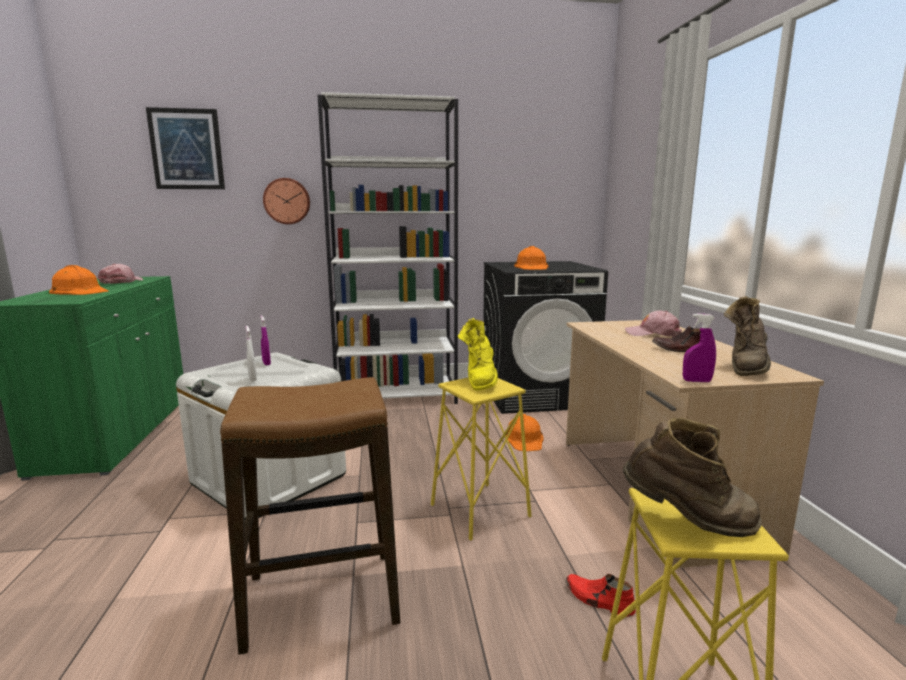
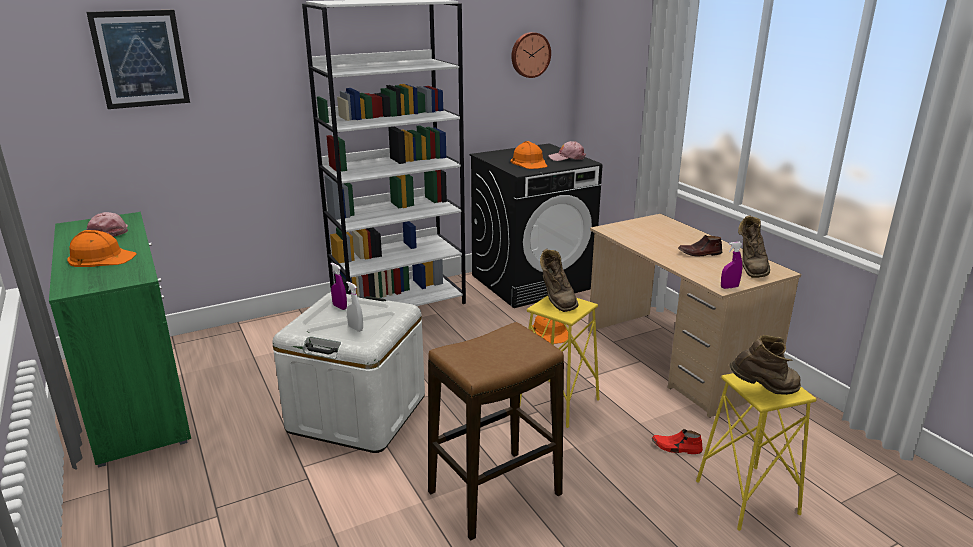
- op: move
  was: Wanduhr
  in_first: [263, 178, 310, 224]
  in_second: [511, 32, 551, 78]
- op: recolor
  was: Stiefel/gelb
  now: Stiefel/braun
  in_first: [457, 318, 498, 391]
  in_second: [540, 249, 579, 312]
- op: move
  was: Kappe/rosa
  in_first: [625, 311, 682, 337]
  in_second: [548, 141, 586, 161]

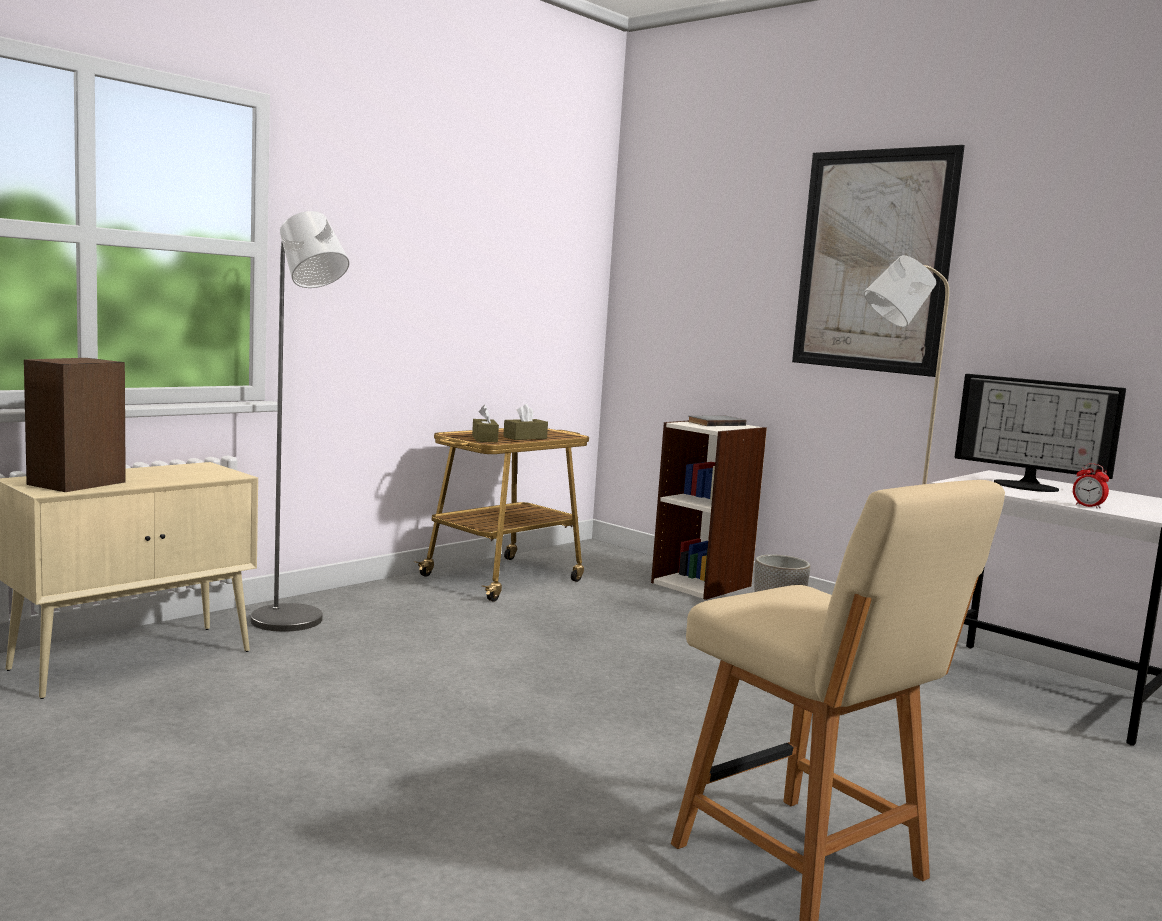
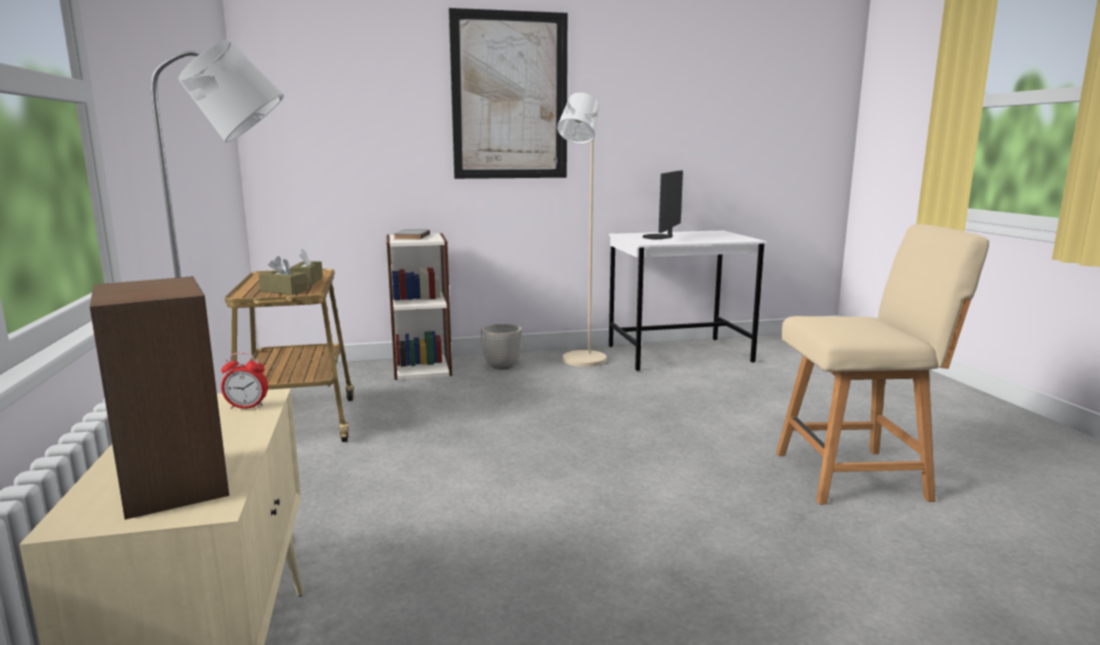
- op: move
  was: Wecker
  in_first: [1073, 463, 1109, 509]
  in_second: [221, 352, 268, 409]
- op: rotate
  was: Monitor
  in_first: [955, 374, 1126, 492]
  in_second: [643, 171, 683, 239]
  clockwise: 135

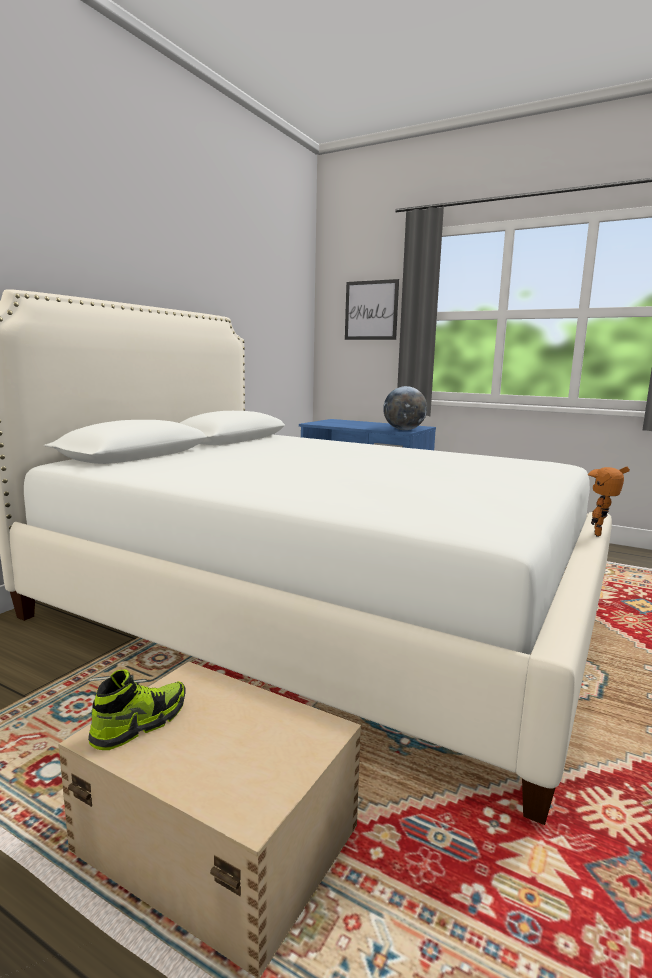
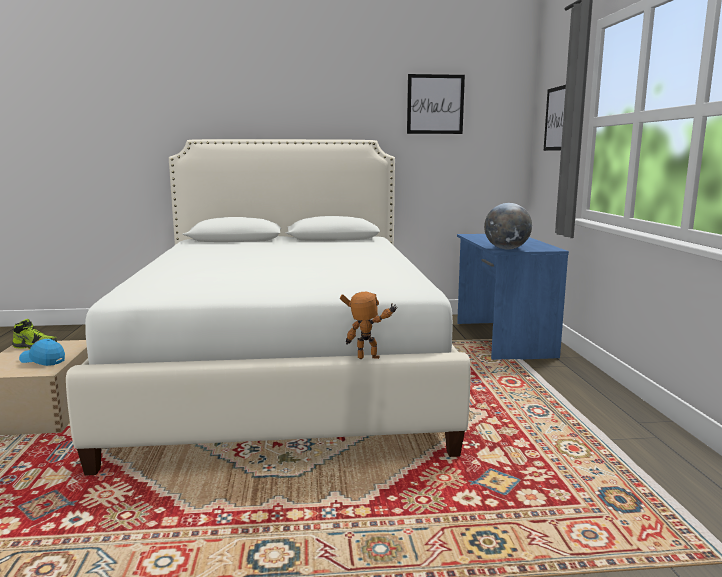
- op: insert
  now: Kappe/blau
  in_second: [19, 339, 65, 366]
- op: insert
  now: Bild
  in_second: [407, 74, 465, 134]

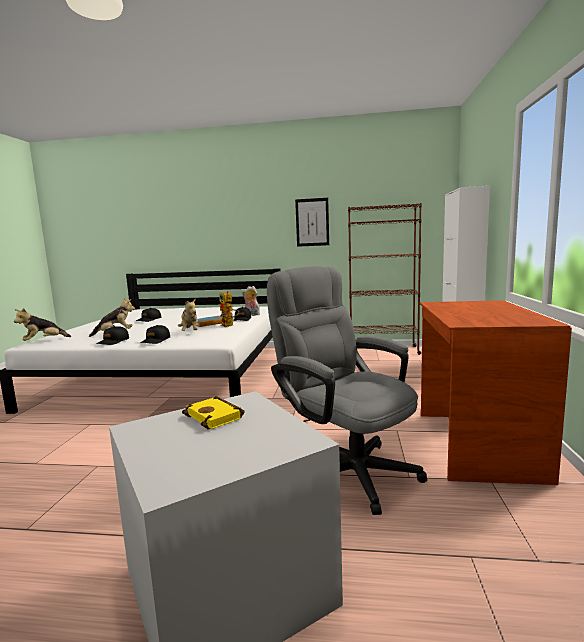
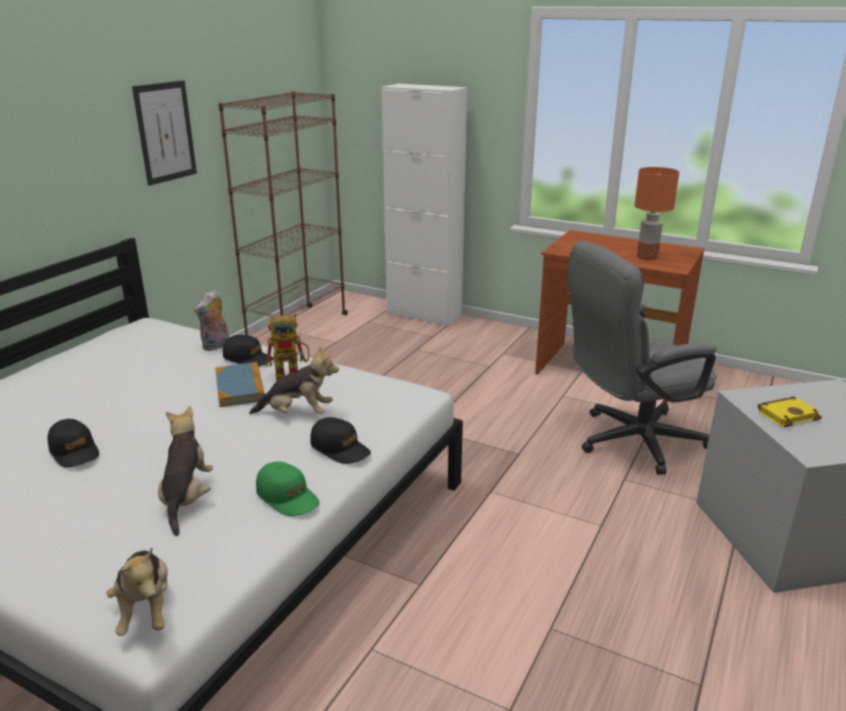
- op: recolor
  was: Kappe/schwarz
  now: Kappe/grün
  in_first: [96, 326, 129, 345]
  in_second: [256, 461, 320, 516]
- op: insert
  now: Tischlampe/orange
  in_second: [635, 167, 679, 260]

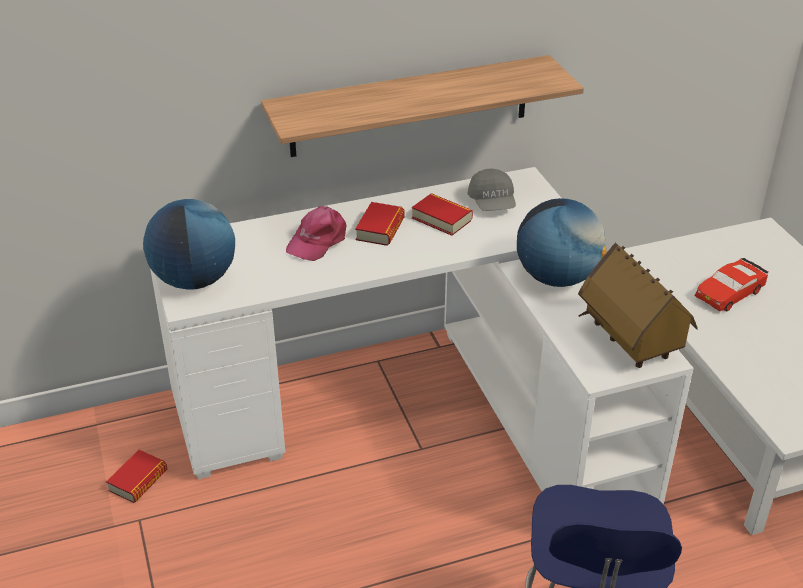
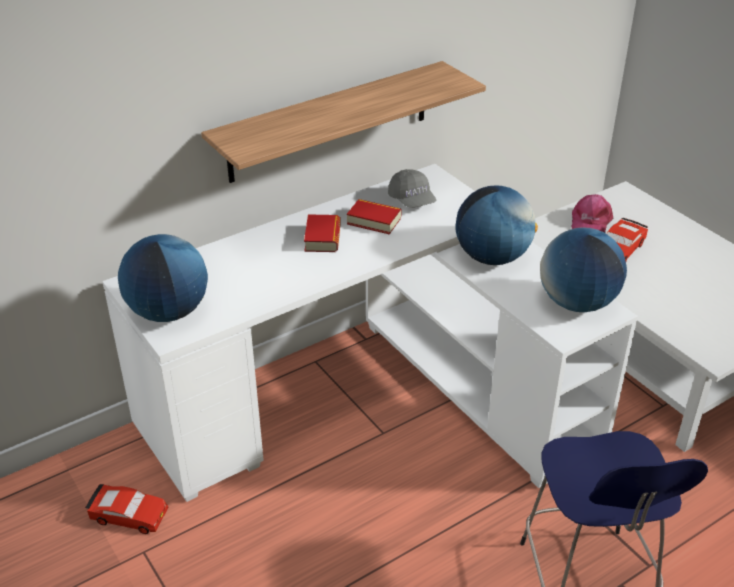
- op: replace
  was: Buch
  now: Spielzeugauto/rot
  in_first: [106, 450, 167, 503]
  in_second: [85, 484, 169, 534]
- op: replace
  was: Spielzeughaus
  now: Globus
  in_first: [578, 242, 698, 368]
  in_second: [540, 227, 627, 312]
- op: move
  was: Kappe/rosa
  in_first: [286, 206, 346, 261]
  in_second: [572, 194, 613, 233]

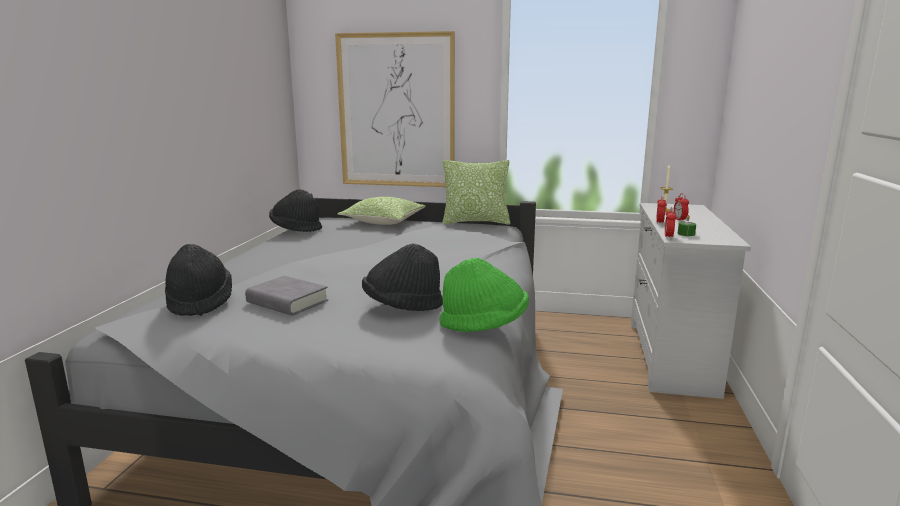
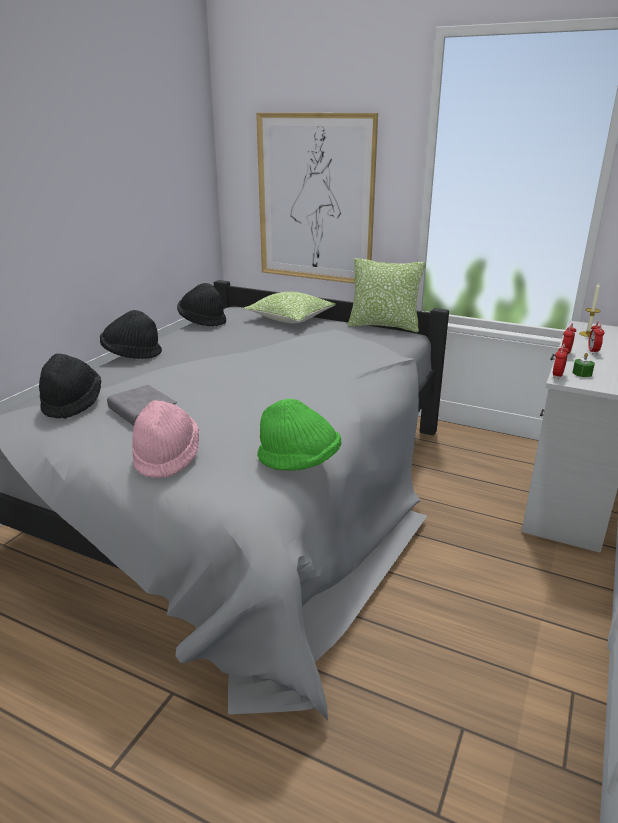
- op: move
  was: Hut/schwarz
  in_first: [362, 244, 443, 311]
  in_second: [100, 310, 162, 359]
- op: insert
  now: Hut/rosa
  in_second: [132, 400, 199, 478]

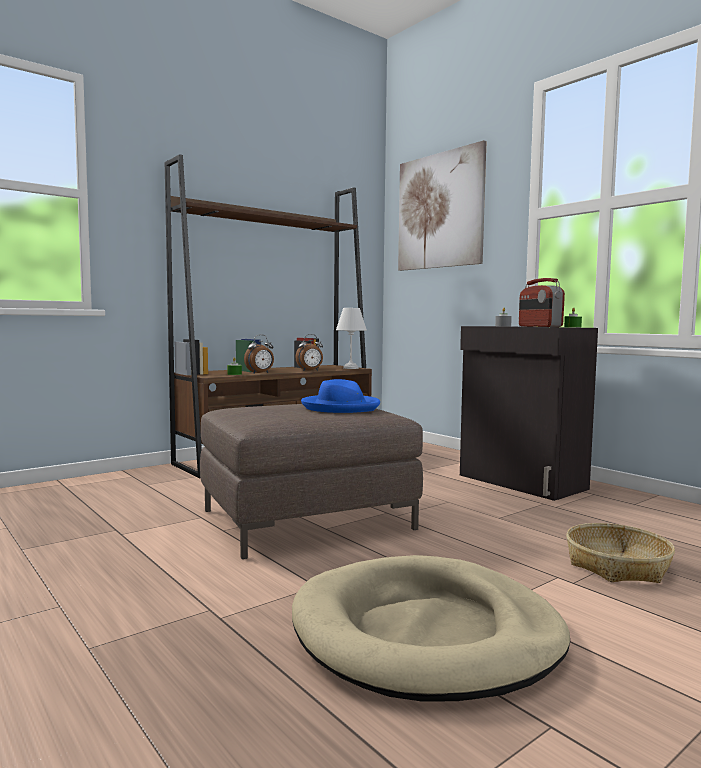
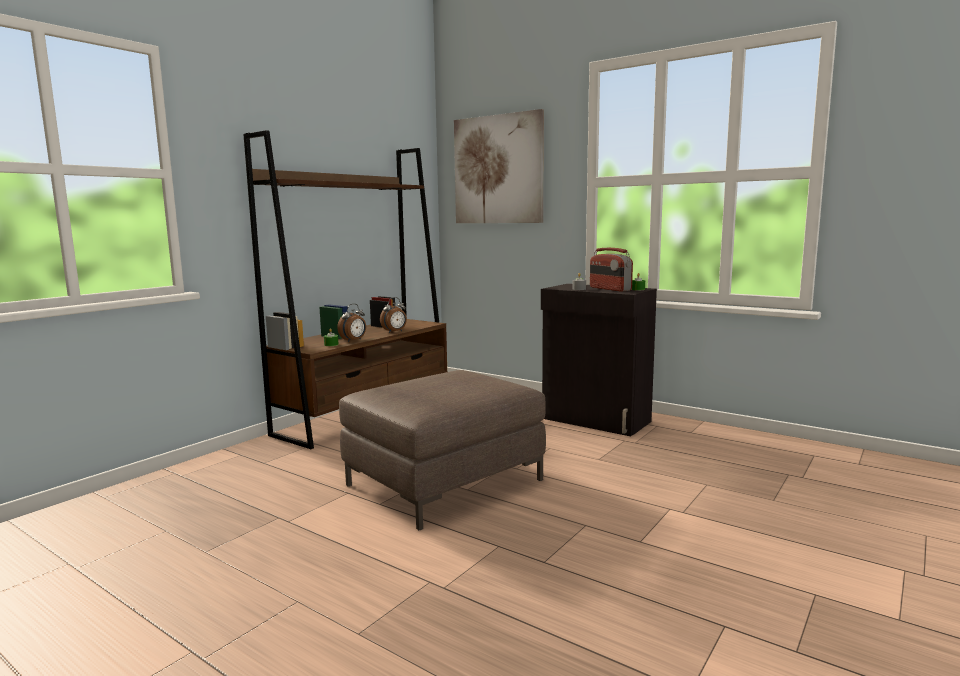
- op: delete
  was: Hundebett/beige
  in_first: [292, 555, 570, 702]
- op: delete
  was: Hut/blau
  in_first: [301, 379, 380, 413]
- op: delete
  was: Tischlampe/weiß
  in_first: [336, 308, 367, 369]
- op: delete
  was: Korb
  in_first: [566, 523, 675, 583]

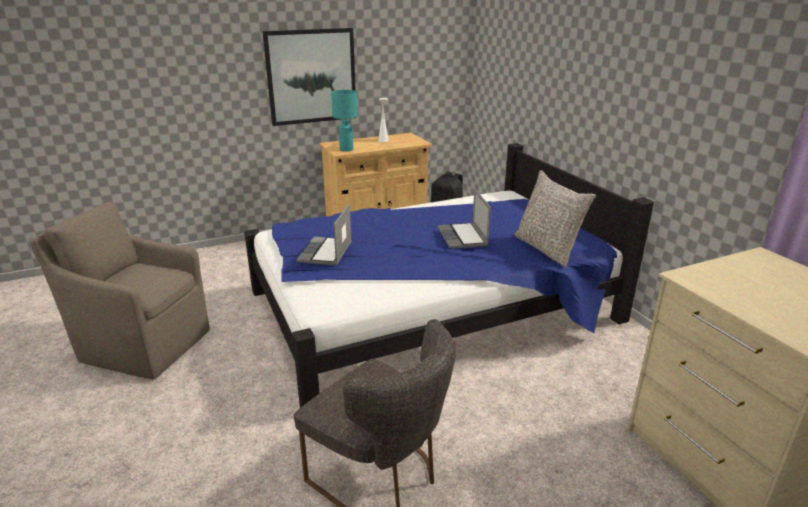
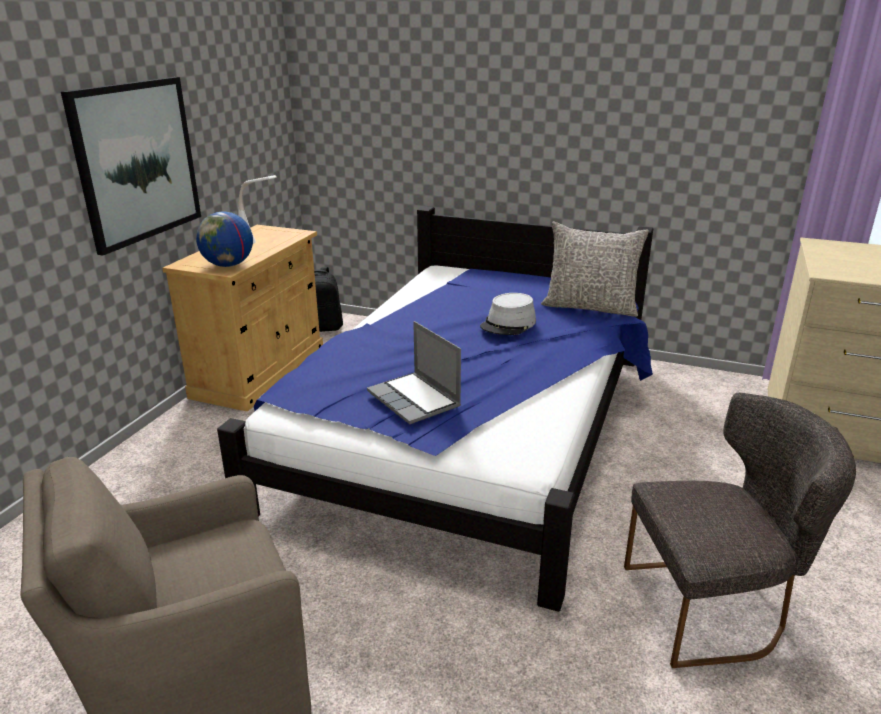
- op: replace
  was: Tischlampe/türkis
  now: Globus
  in_first: [331, 90, 358, 152]
  in_second: [196, 212, 253, 267]
- op: replace
  was: Laptop
  now: Hut/grau
  in_first: [438, 189, 491, 249]
  in_second: [480, 293, 536, 335]

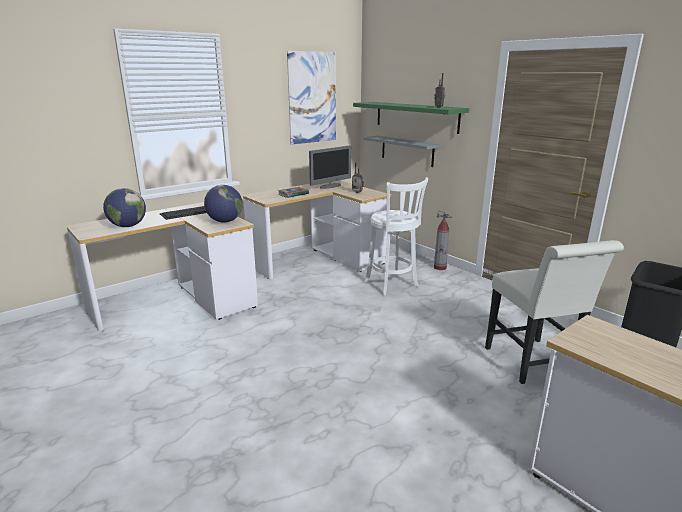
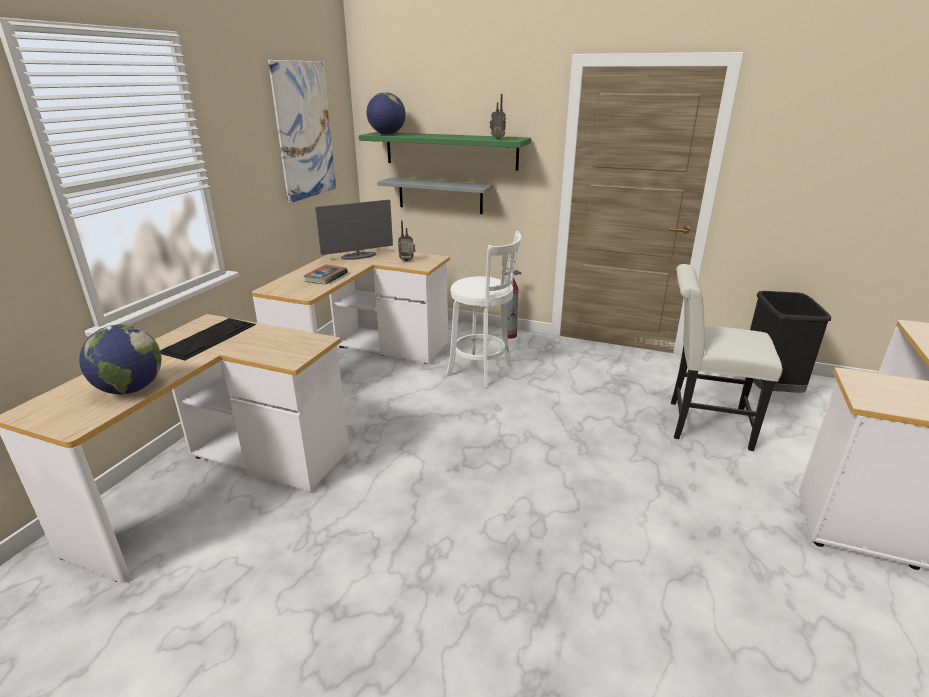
- op: rotate
  was: Monitor
  in_first: [309, 146, 351, 189]
  in_second: [315, 199, 393, 260]
  clockwise: -135
- op: move
  was: Globus
  in_first: [204, 185, 243, 222]
  in_second: [367, 92, 406, 135]
- op: rotate
  was: Stuhl/weiß
  in_first: [485, 240, 624, 384]
  in_second: [671, 264, 782, 451]
  clockwise: 150

